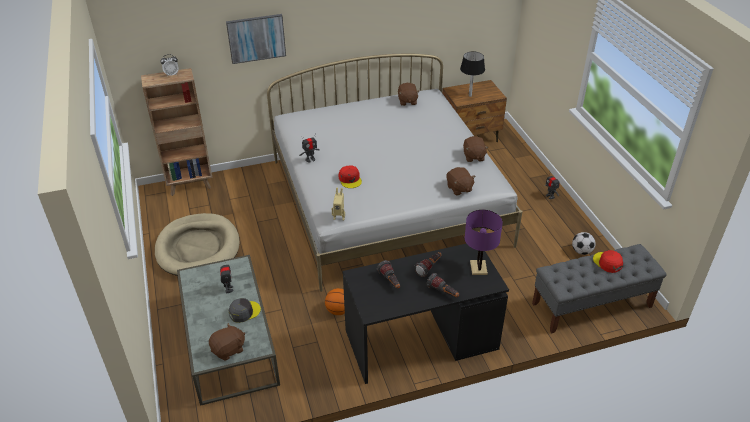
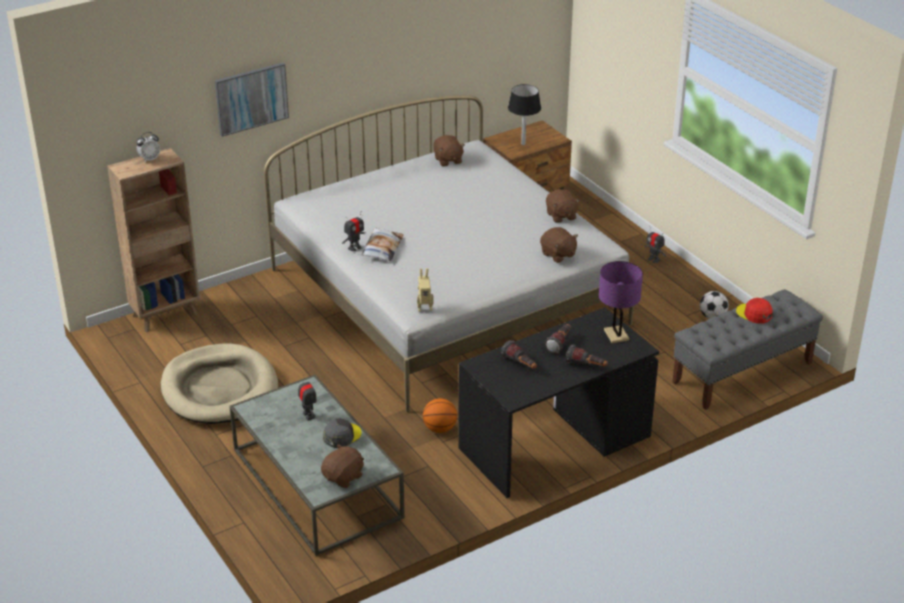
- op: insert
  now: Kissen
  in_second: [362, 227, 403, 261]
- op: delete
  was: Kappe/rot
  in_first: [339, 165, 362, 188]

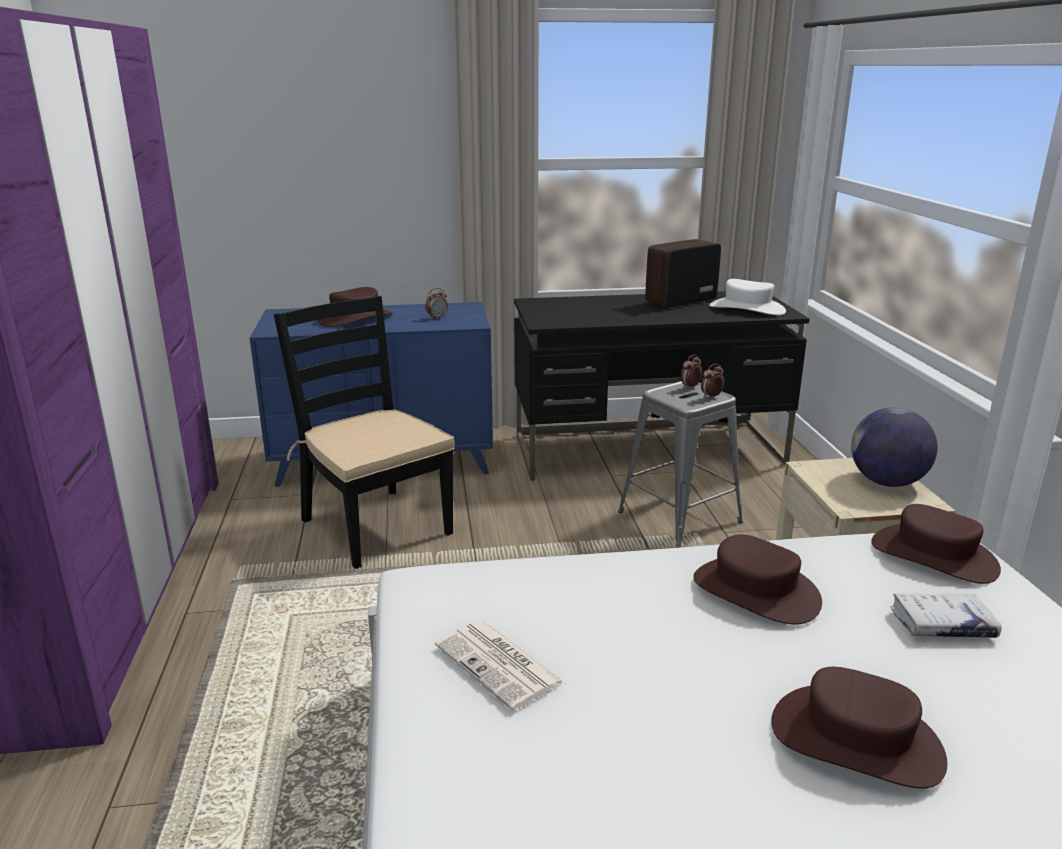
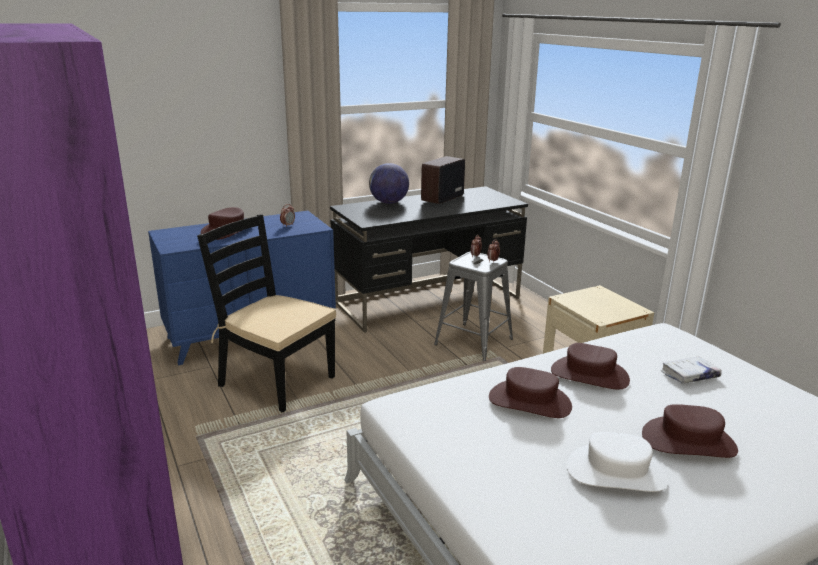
- op: move
  was: Globus
  in_first: [851, 407, 938, 487]
  in_second: [369, 163, 409, 204]
- op: move
  was: Hut/braun
  in_first: [871, 504, 1001, 584]
  in_second: [489, 367, 572, 418]
- op: move
  was: Hut/weiß
  in_first: [710, 279, 786, 315]
  in_second: [567, 432, 667, 492]
- op: delete
  was: Zeitung
  in_first: [435, 621, 565, 711]

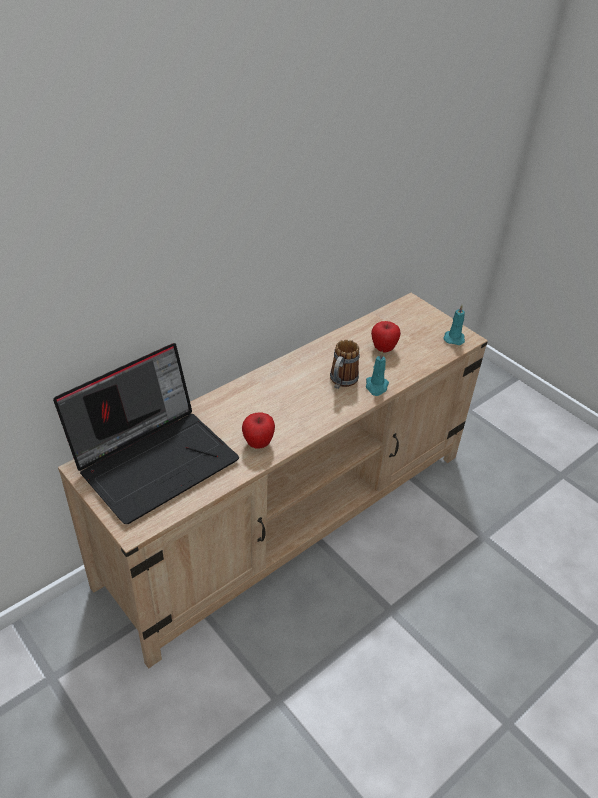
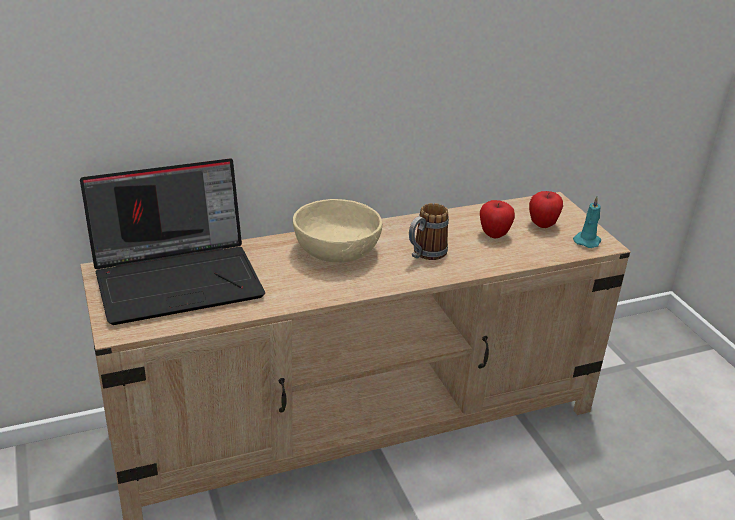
- op: insert
  now: Schüssel/beige
  in_second: [293, 199, 383, 263]
- op: move
  was: Apfel
  in_first: [242, 412, 275, 448]
  in_second: [529, 191, 563, 228]
- op: delete
  was: Kerze/türkis
  in_first: [366, 351, 389, 396]

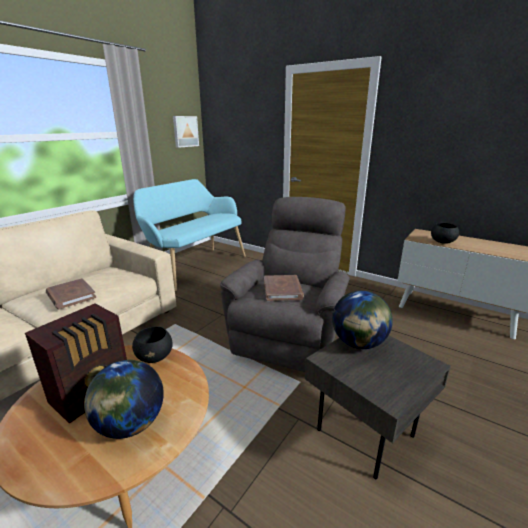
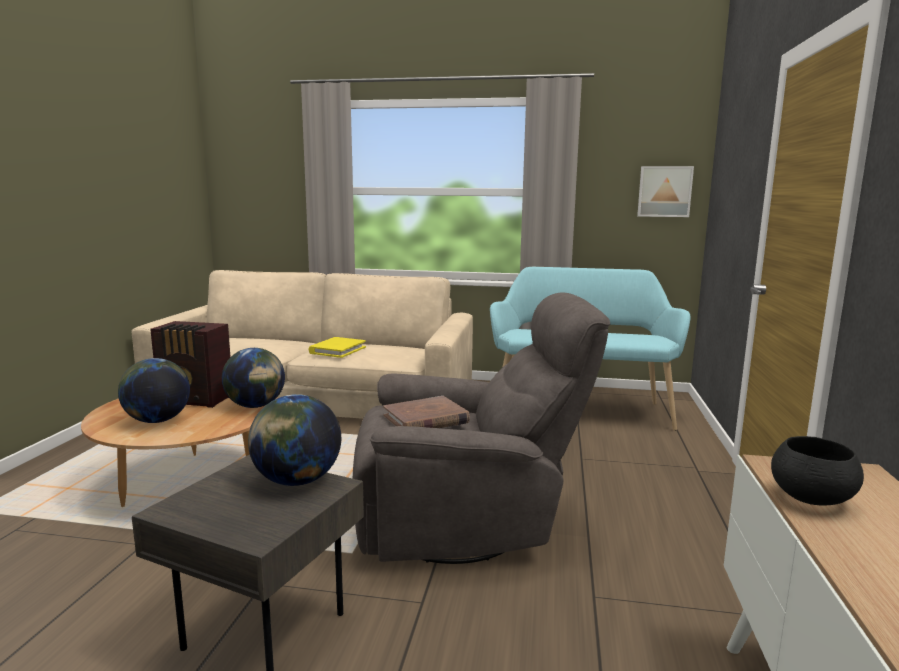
- op: replace
  was: Schüssel/schwarz
  now: Globus
  in_first: [132, 326, 173, 363]
  in_second: [222, 348, 285, 408]
- op: recolor
  was: Buch/braun
  now: Buch/gelb
  in_first: [46, 278, 96, 309]
  in_second: [309, 337, 366, 358]

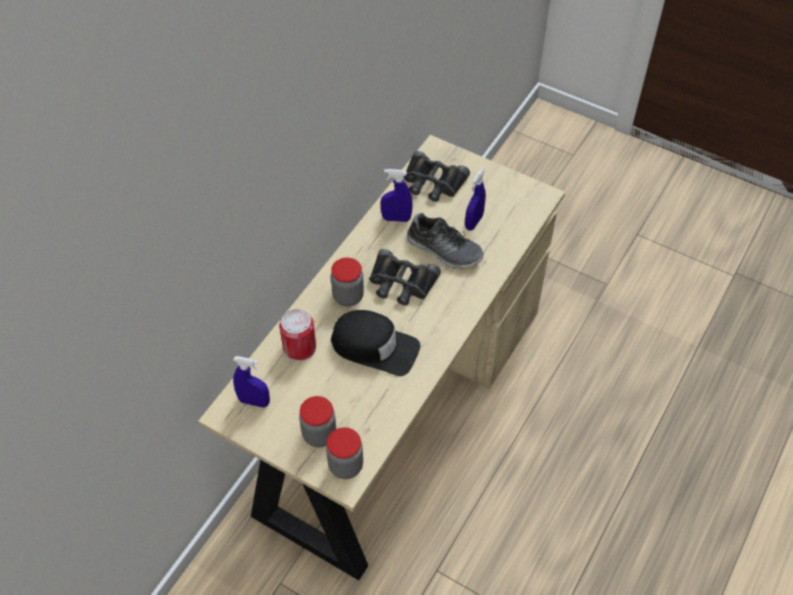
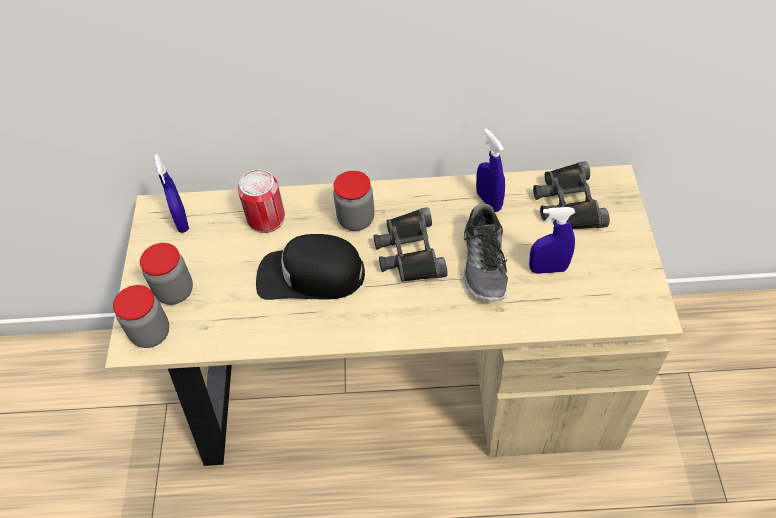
- op: rotate
  was: Kappe/schwarz
  in_first: [331, 310, 420, 376]
  in_second: [256, 234, 365, 300]
  clockwise: 105

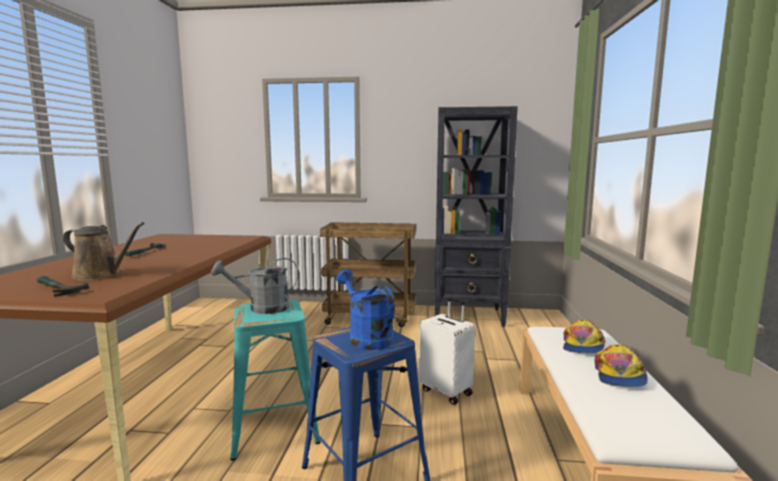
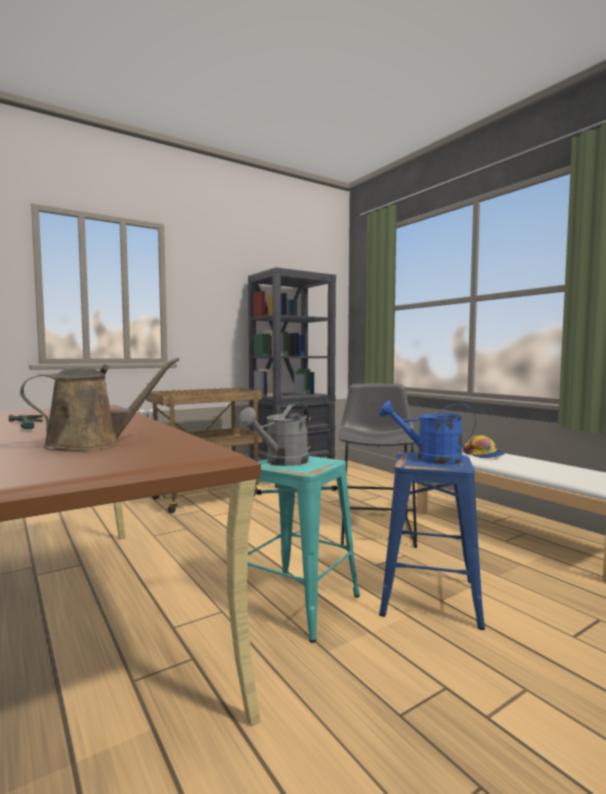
- op: replace
  was: Koffer/weiß
  now: Hocker/grau
  in_first: [419, 297, 475, 405]
  in_second: [338, 384, 417, 548]
- op: delete
  was: Hammer
  in_first: [37, 276, 89, 297]
- op: delete
  was: Kappe
  in_first: [595, 344, 648, 387]

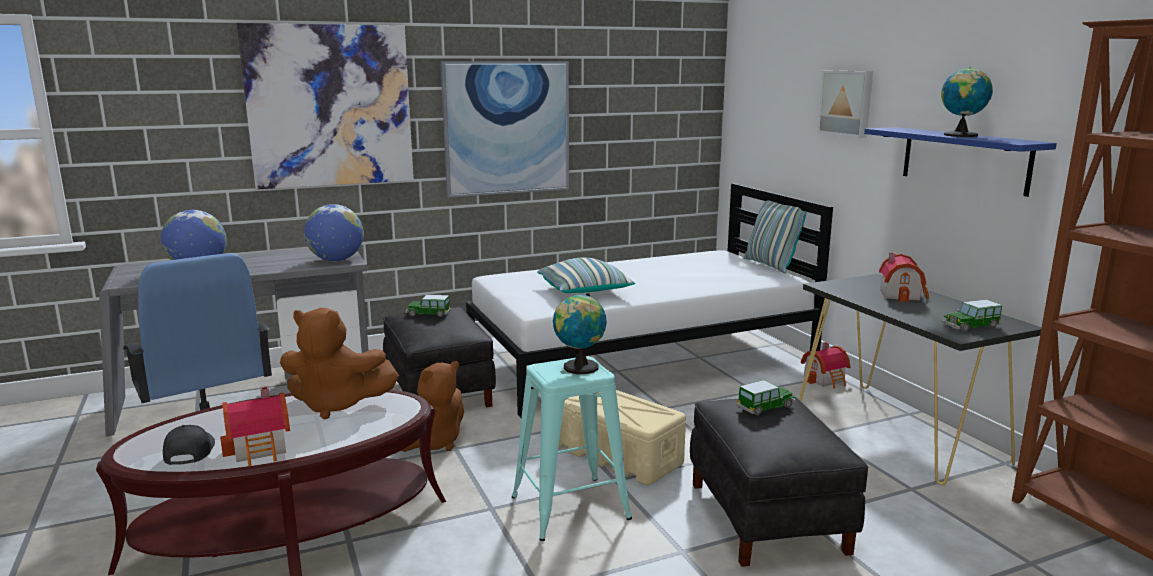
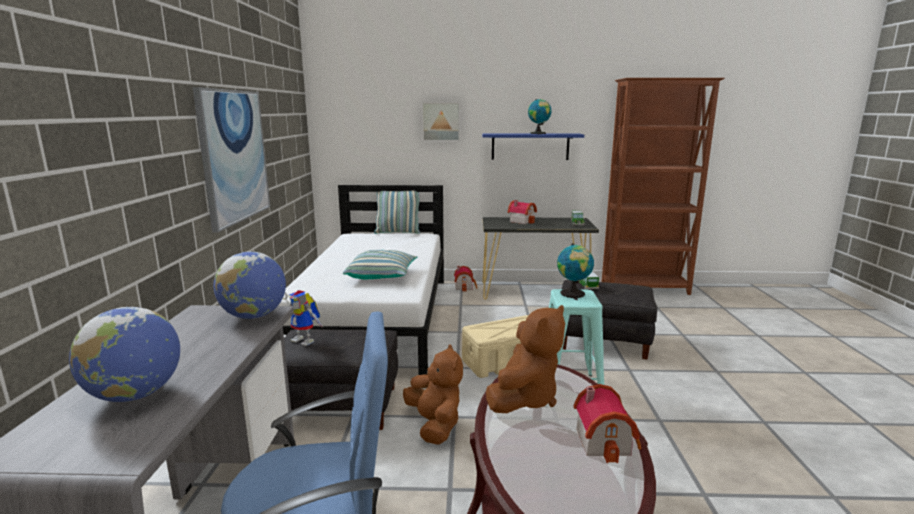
- op: replace
  was: Spielzeugauto
  now: Spielzeugroboter
  in_first: [405, 295, 451, 317]
  in_second: [283, 290, 322, 346]
- op: delete
  was: Kappe/schwarz
  in_first: [163, 425, 215, 465]
- op: delete
  was: Bild
  in_first: [237, 23, 414, 190]

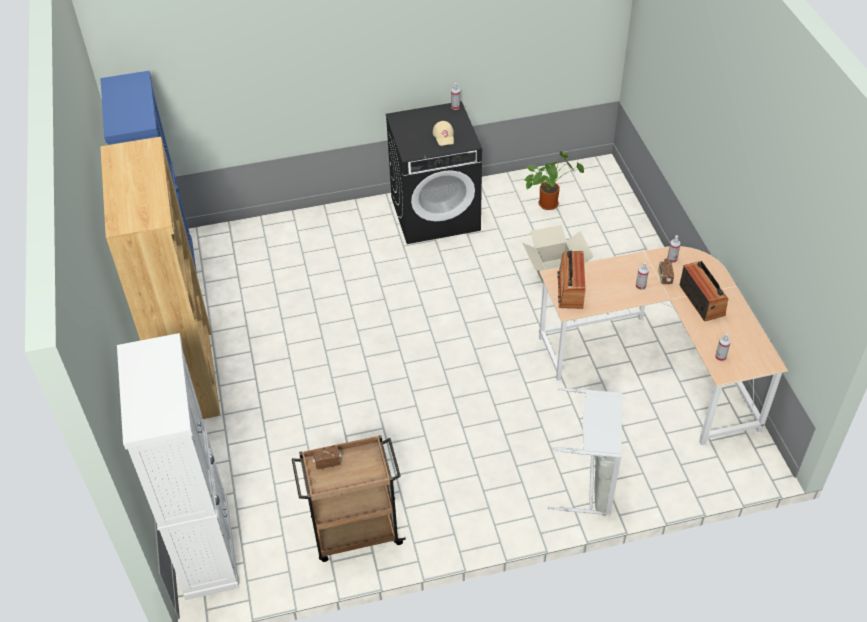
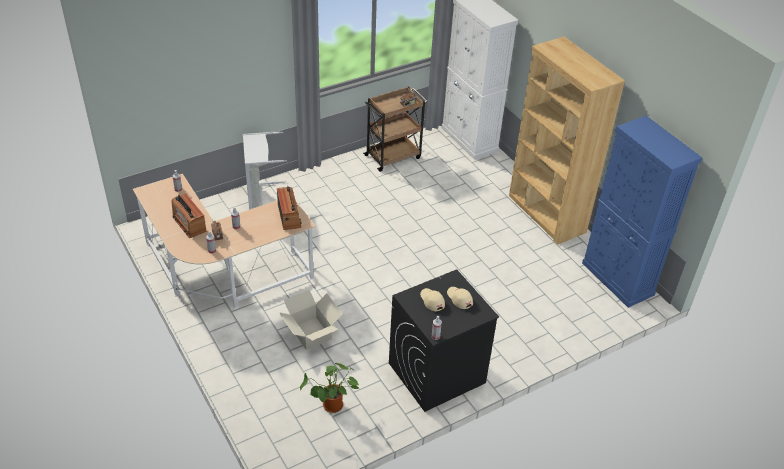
- op: insert
  now: Kappe/beige
  in_second: [447, 287, 473, 309]

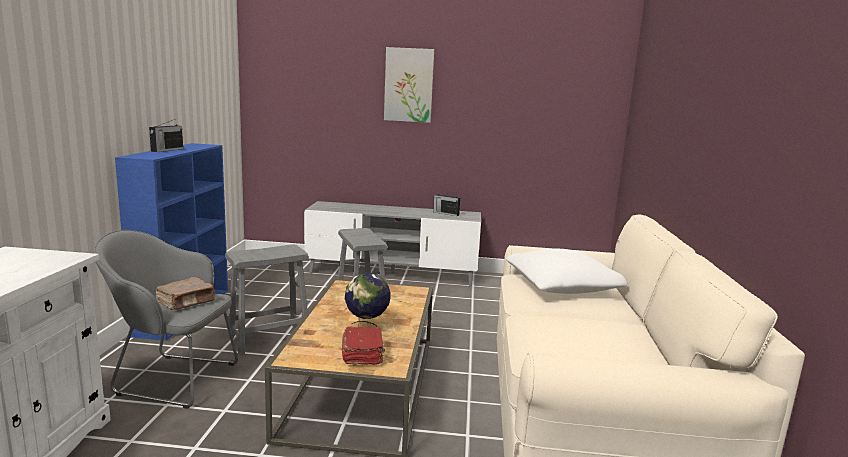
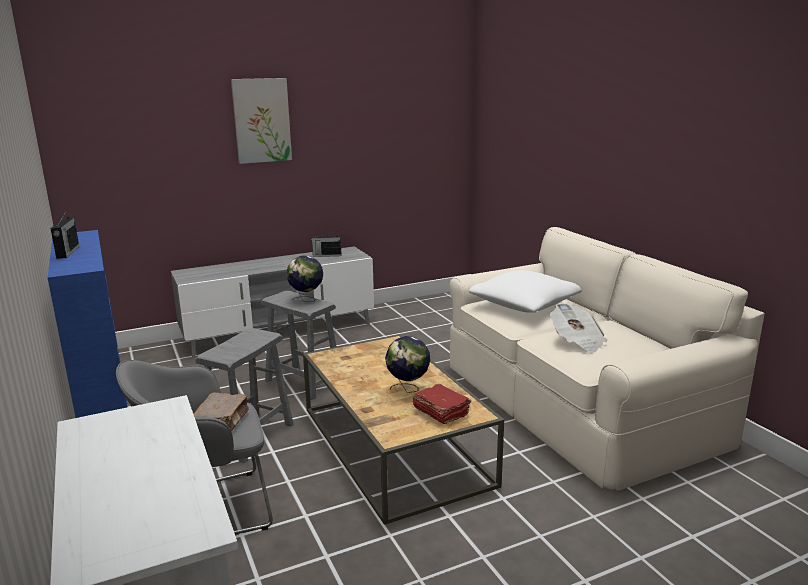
- op: insert
  now: Globus
  in_second: [286, 256, 323, 302]
- op: insert
  now: Zeitung
  in_second: [550, 303, 608, 354]

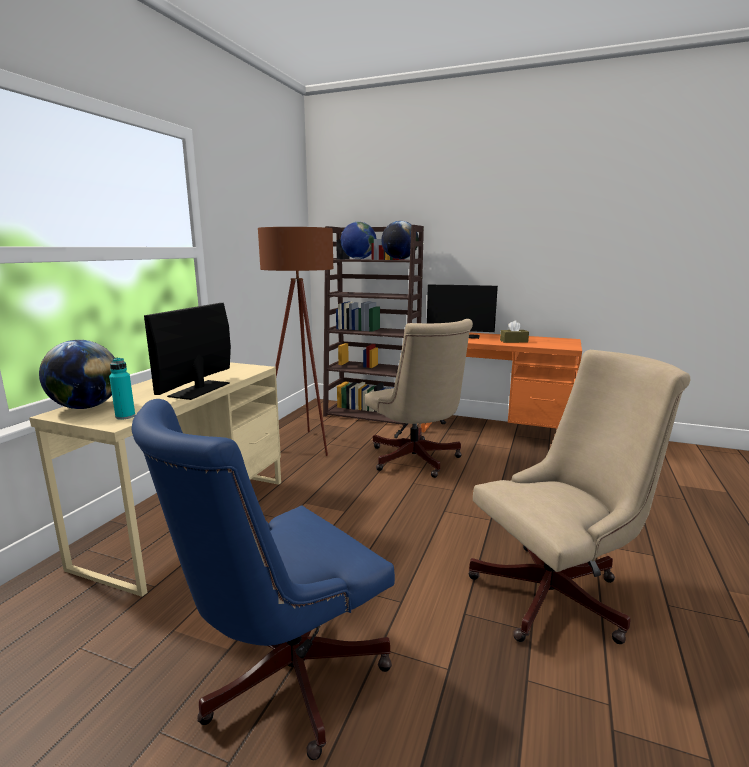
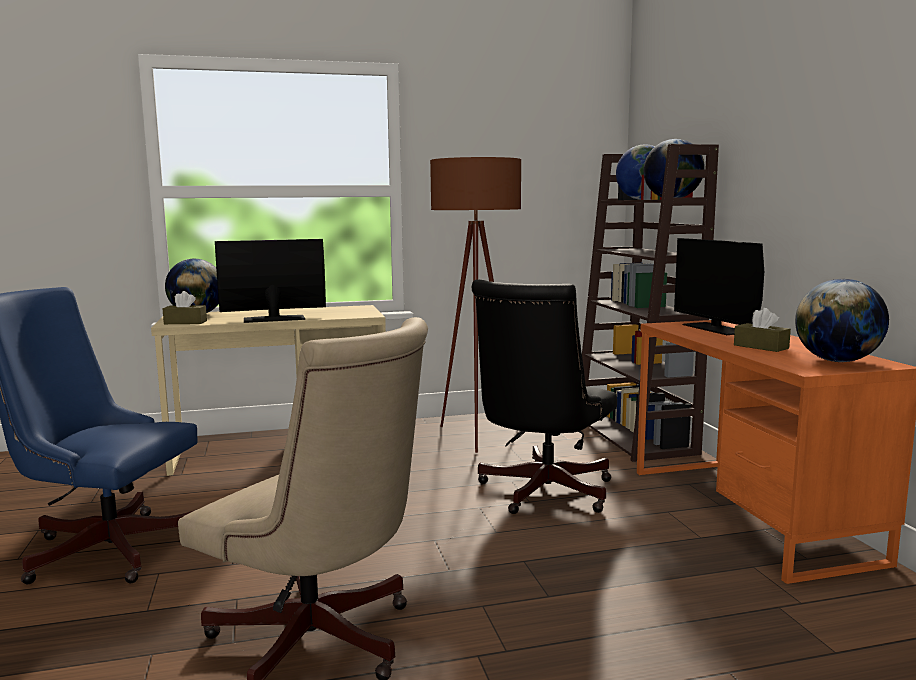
- op: replace
  was: Flasche/türkis
  now: Taschentuchbox/braun
  in_first: [109, 357, 135, 420]
  in_second: [163, 291, 207, 324]
- op: recolor
  was: Bürostuhl/beige
  now: Bürostuhl/schwarz
  in_first: [365, 319, 473, 478]
  in_second: [472, 279, 617, 514]
- op: insert
  now: Globus
  in_second: [795, 279, 889, 362]

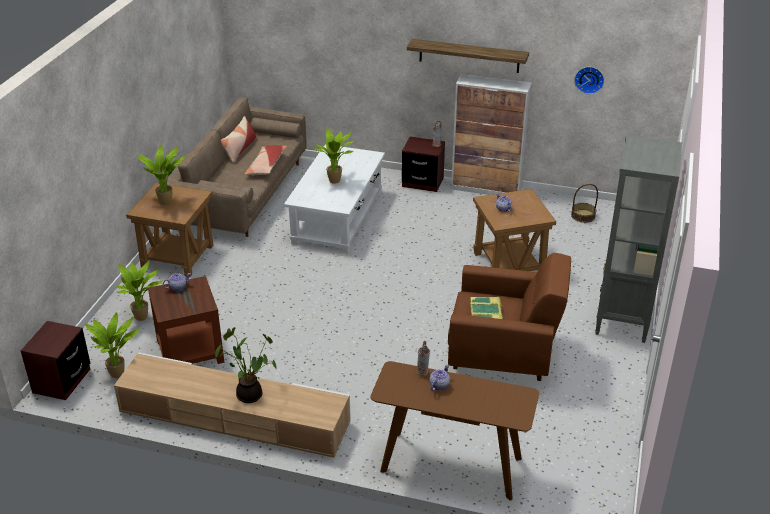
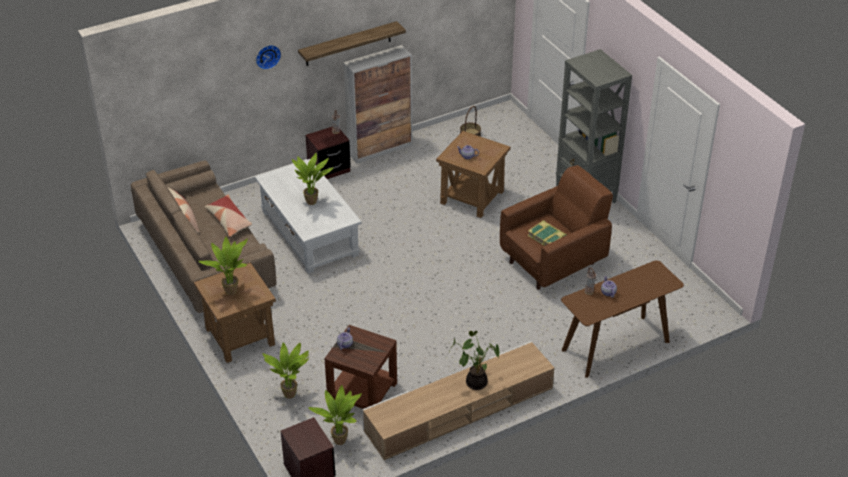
- op: move
  was: Wanduhr
  in_first: [574, 67, 604, 94]
  in_second: [256, 45, 281, 70]

